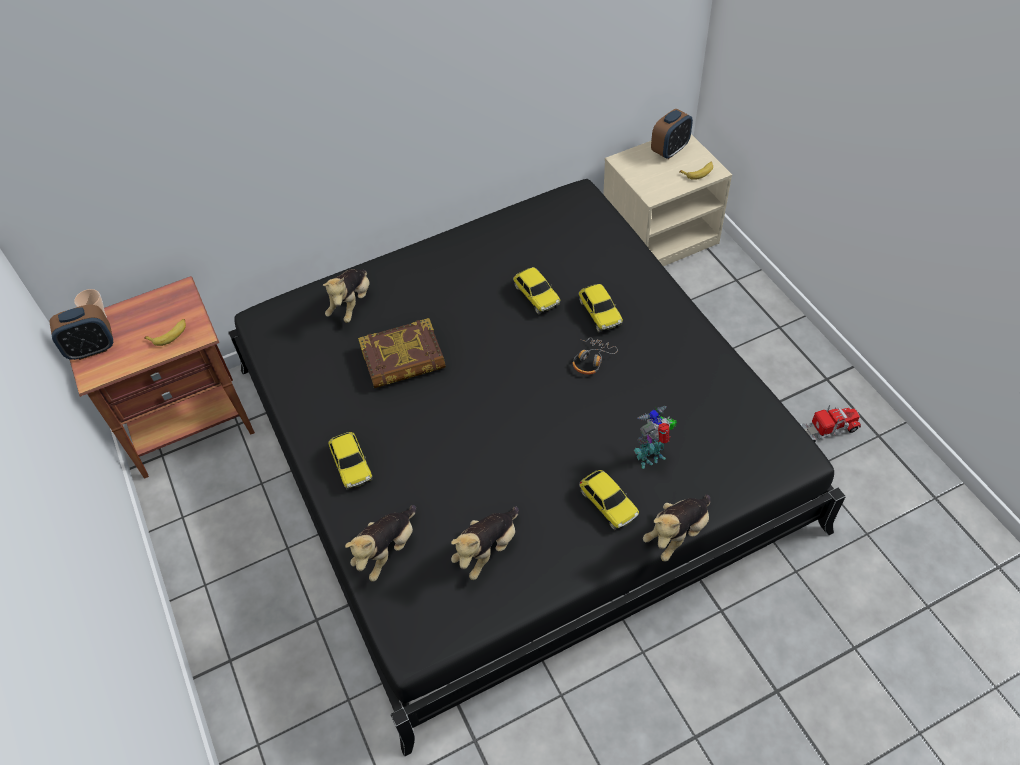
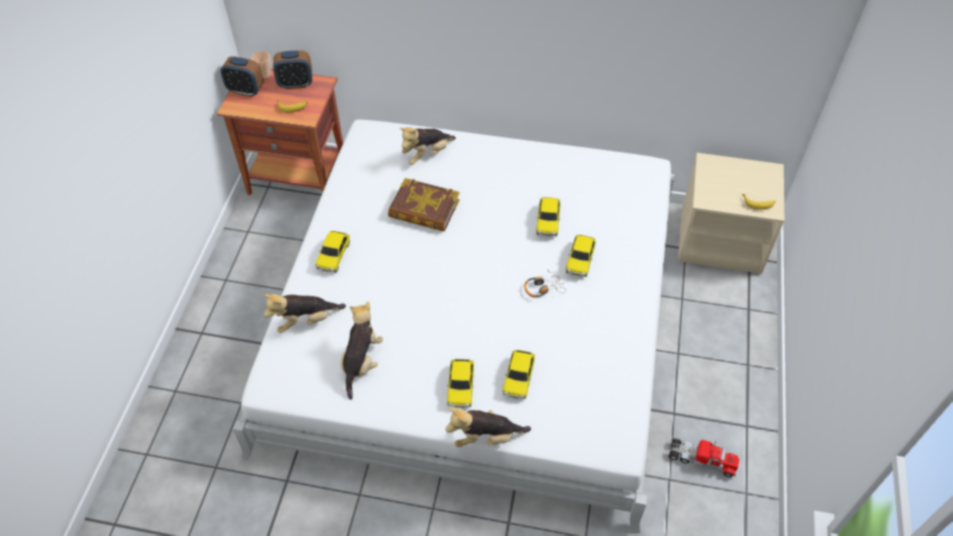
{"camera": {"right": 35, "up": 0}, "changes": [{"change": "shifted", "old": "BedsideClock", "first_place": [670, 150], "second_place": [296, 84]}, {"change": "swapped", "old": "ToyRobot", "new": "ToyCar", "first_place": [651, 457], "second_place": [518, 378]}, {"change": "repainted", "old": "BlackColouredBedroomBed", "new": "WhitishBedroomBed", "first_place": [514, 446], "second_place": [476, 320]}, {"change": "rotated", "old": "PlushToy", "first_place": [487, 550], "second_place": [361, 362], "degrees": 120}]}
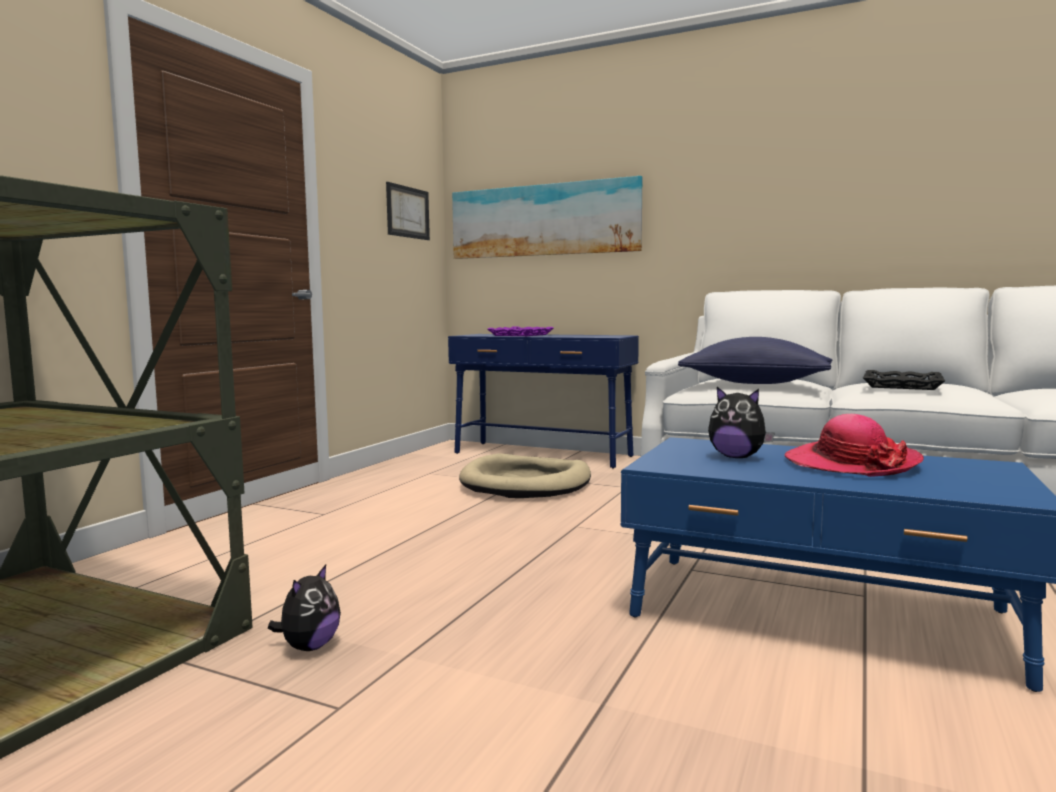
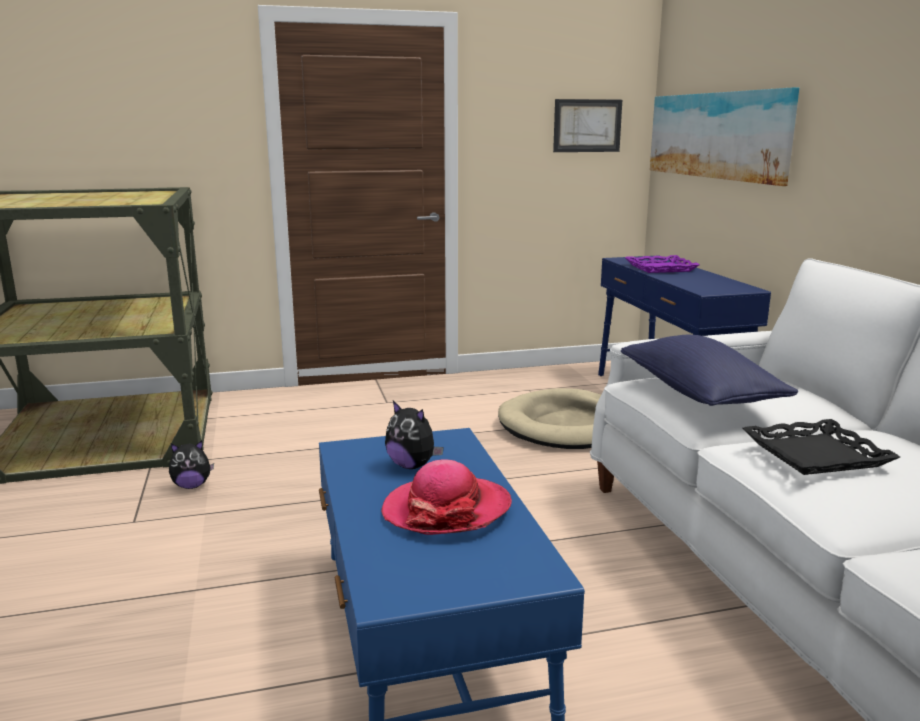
{"camera": {"right": 50, "up": 10}, "changes": [{"change": "rotated", "old": "PlushToy", "first_place": [737, 457], "second_place": [412, 466], "degrees": -45}]}
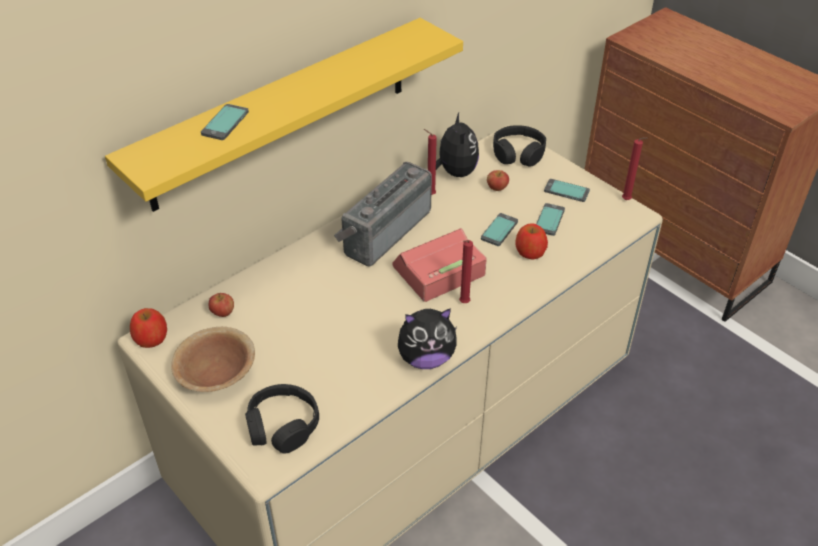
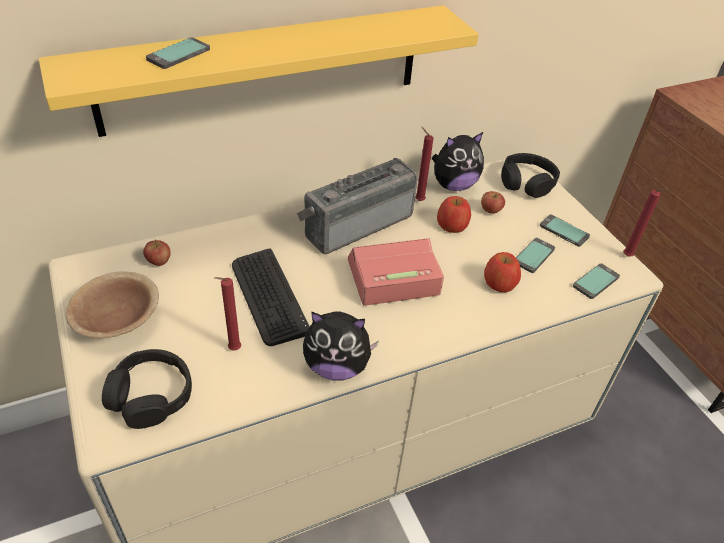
{"camera": {"right": 15, "up": 0}, "changes": [{"change": "new", "new": "ComputerKeyboard", "second_place": [268, 297]}, {"change": "shifted", "old": "AppleFruit", "first_place": [151, 338], "second_place": [452, 225]}, {"change": "shifted", "old": "RedColouredWaxCandle", "first_place": [463, 303], "second_place": [232, 349]}, {"change": "shifted", "old": "Handset", "first_place": [499, 230], "second_place": [595, 281]}, {"change": "rotated", "old": "PlushToy", "first_place": [455, 172], "second_place": [453, 185], "degrees": 60}]}
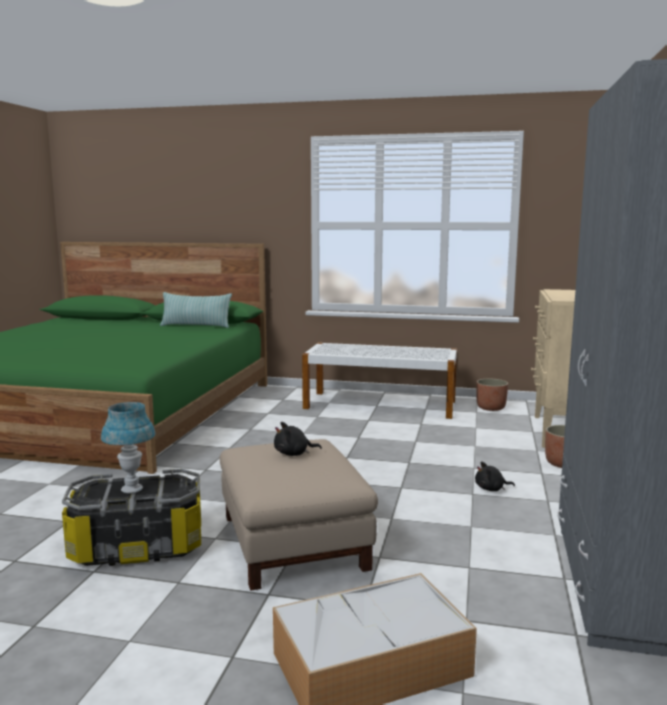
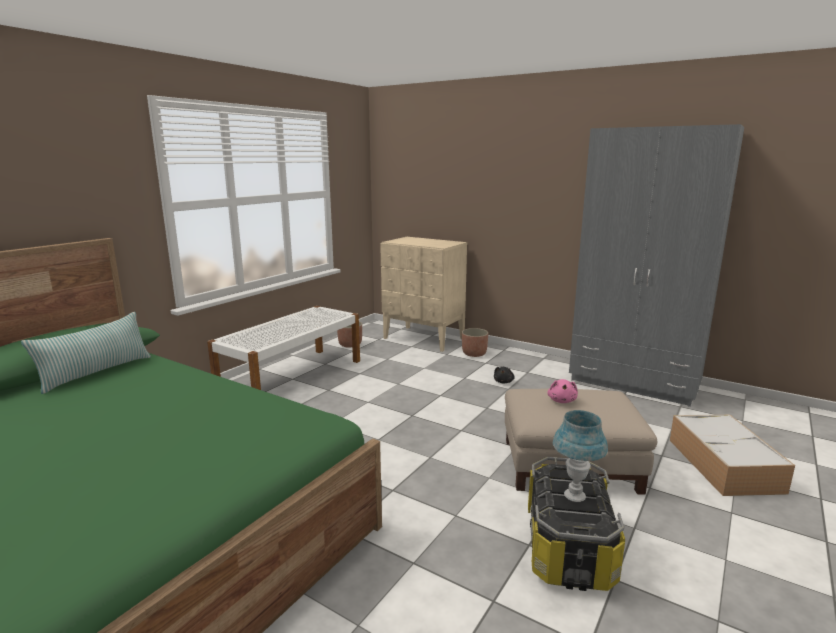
{"camera": {"right": -70, "up": 5}, "changes": [{"change": "repainted", "old": "BlackColouredPlushToy", "new": "PinkishPlushToy", "first_place": [294, 454], "second_place": [562, 400]}]}
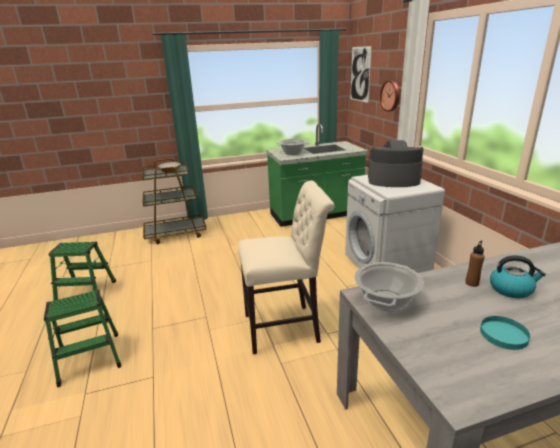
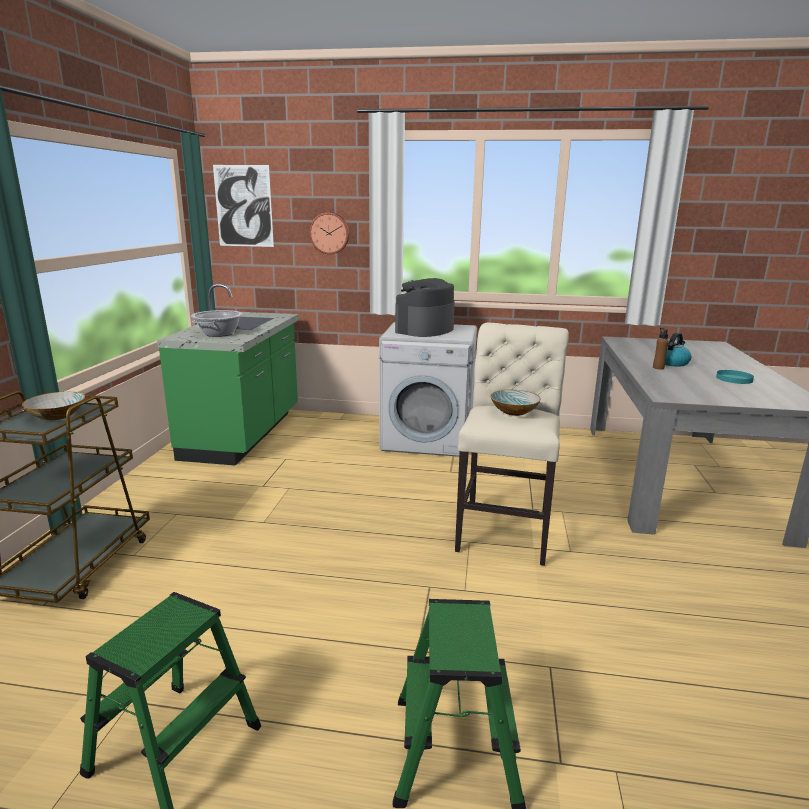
{"camera": {"right": -65, "up": -5}, "changes": [{"change": "gone", "old": "Stockpot", "first_place": [386, 301]}, {"change": "new", "new": "ServingBowl", "second_place": [514, 411]}]}
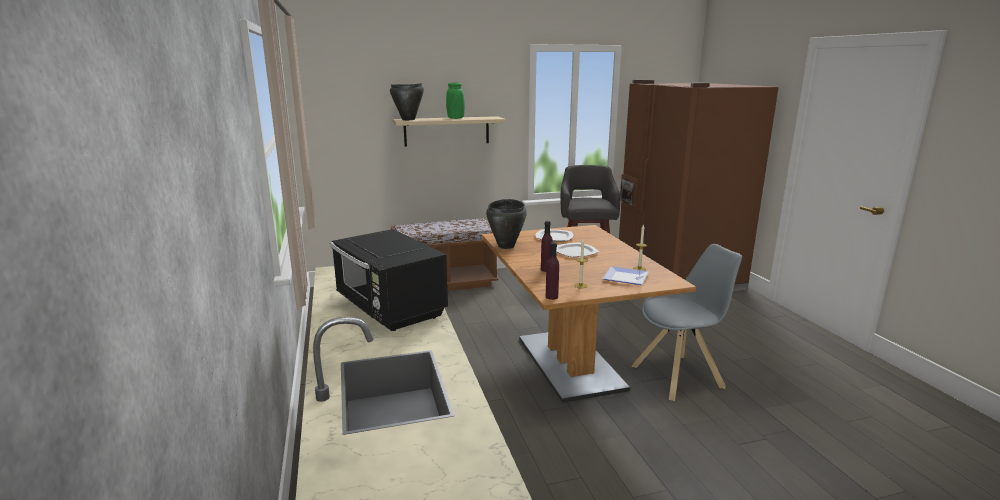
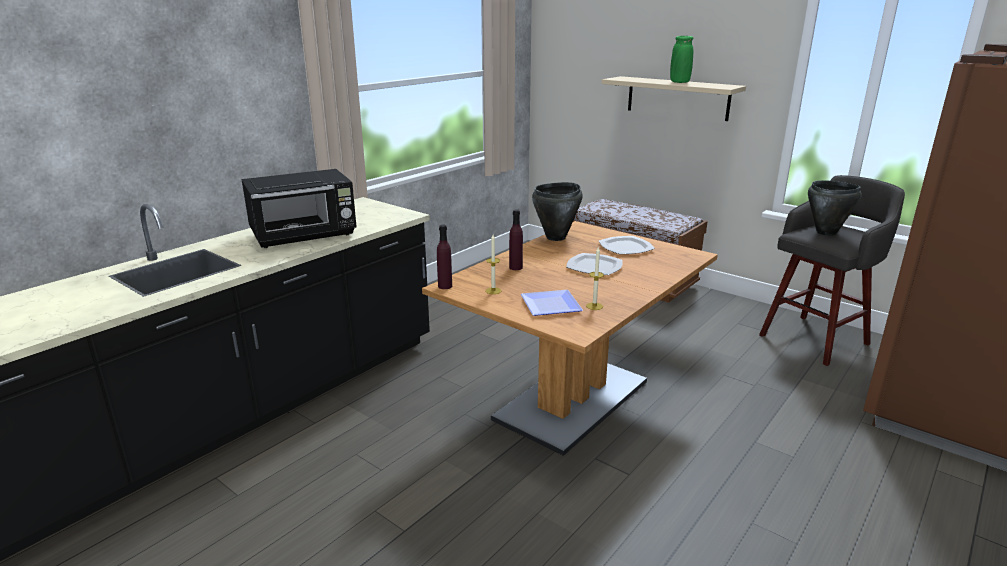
{"camera": {"right": 55, "up": 5}, "changes": [{"change": "gone", "old": "GreyishChair", "first_place": [679, 376]}, {"change": "shifted", "old": "BlackColouredStockpot", "first_place": [408, 119], "second_place": [826, 233]}, {"change": "rotated", "old": "BlackColouredMicrowave", "first_place": [390, 309], "second_place": [305, 235], "degrees": -135}]}
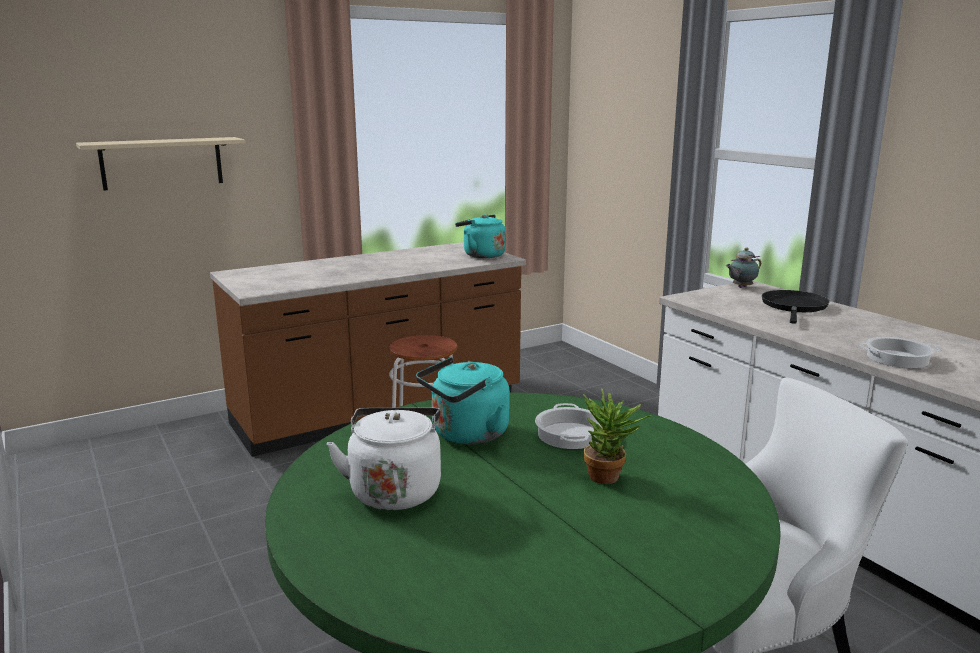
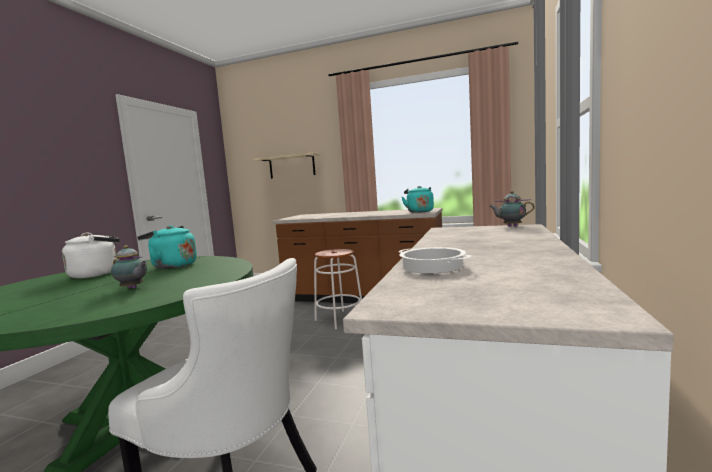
{"camera": {"right": 50, "up": -10}, "changes": [{"change": "gone", "old": "Stockpot", "first_place": [570, 435]}, {"change": "gone", "old": "BlackColouredFryingPan", "first_place": [794, 307]}, {"change": "swapped", "old": "PlantInAPot", "new": "TeaPot", "first_place": [610, 478], "second_place": [133, 288]}]}
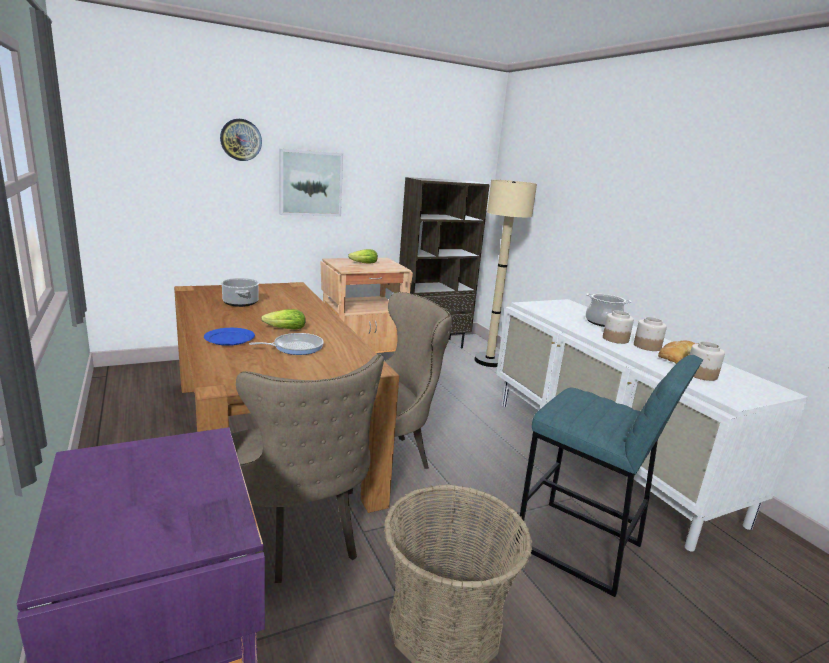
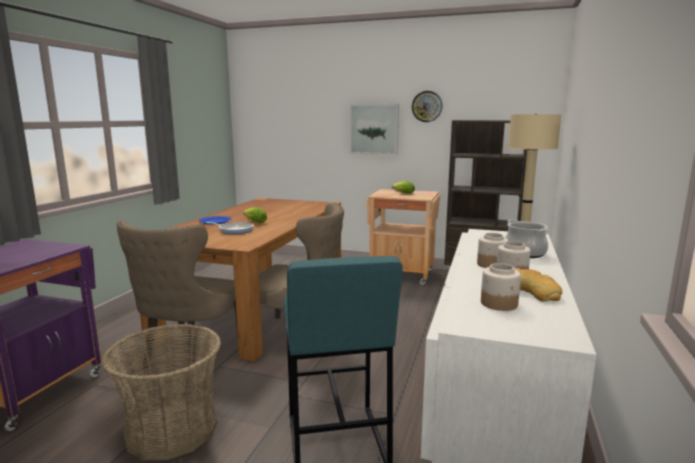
{"camera": {"right": 45, "up": -5}, "changes": [{"change": "gone", "old": "Stockpot", "first_place": [240, 303]}, {"change": "shifted", "old": "ClockOnTheWall", "first_place": [241, 140], "second_place": [427, 106]}]}
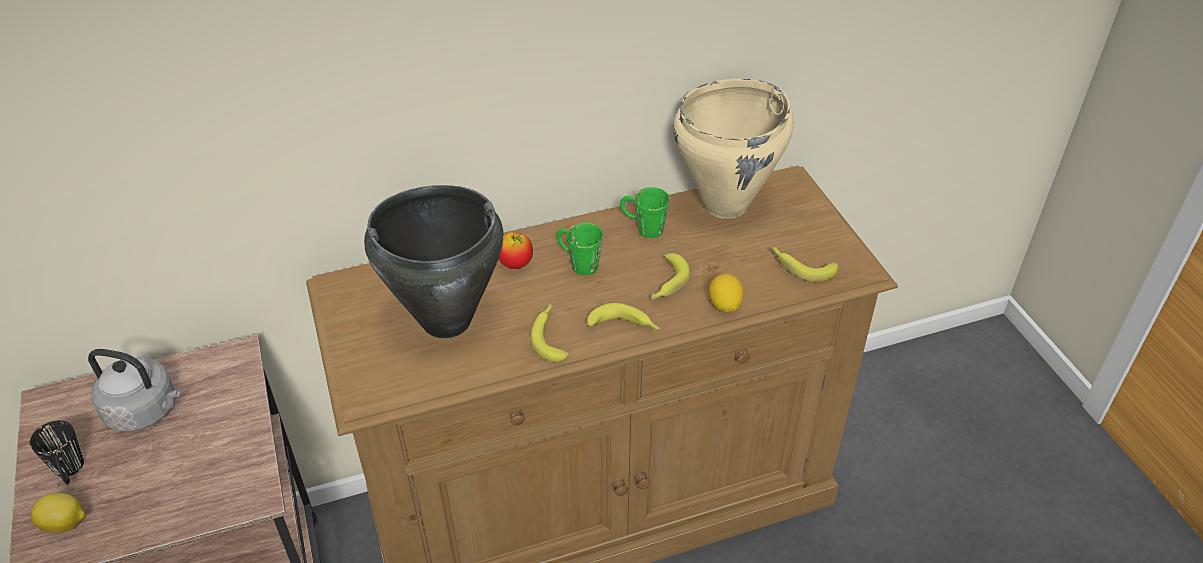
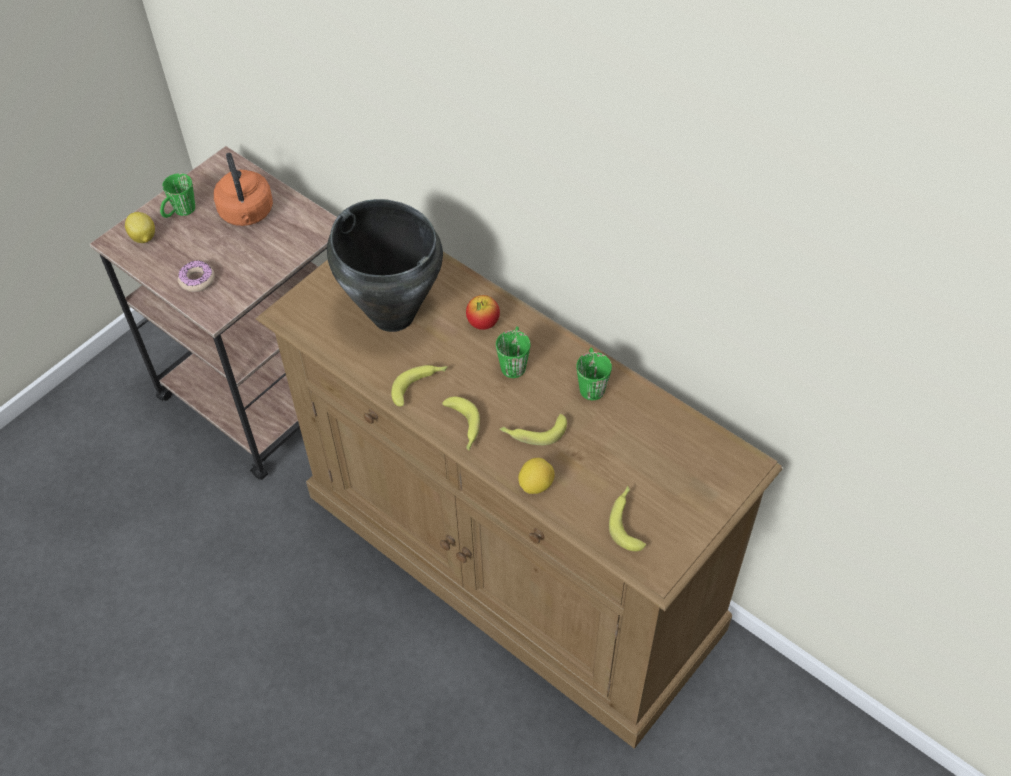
{"camera": {"right": 60, "up": 10}, "changes": [{"change": "gone", "old": "BeigeStockpot", "first_place": [726, 205]}, {"change": "new", "new": "Donut", "second_place": [197, 280]}, {"change": "repainted", "old": "BlackColouredMug", "new": "GreenColouredMug", "first_place": [70, 472], "second_place": [180, 213]}, {"change": "repainted", "old": "GreyishKettle", "new": "OrangeColouredKettle", "first_place": [146, 411], "second_place": [247, 214]}]}
